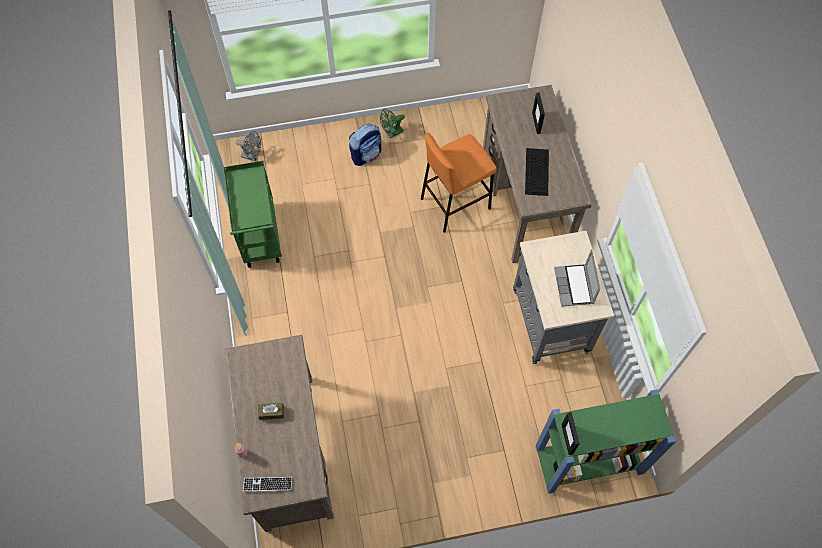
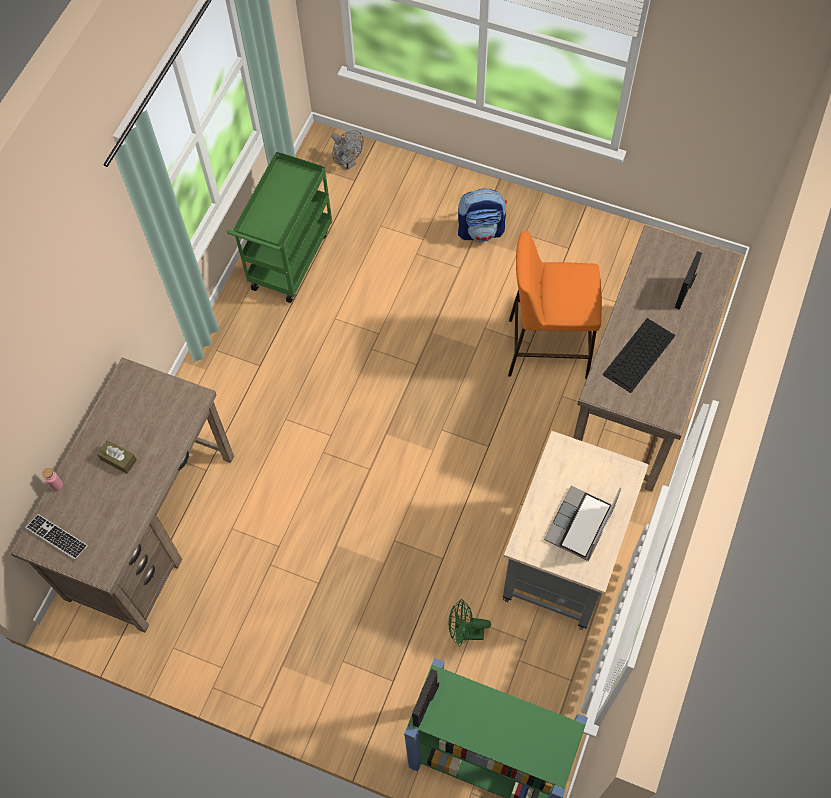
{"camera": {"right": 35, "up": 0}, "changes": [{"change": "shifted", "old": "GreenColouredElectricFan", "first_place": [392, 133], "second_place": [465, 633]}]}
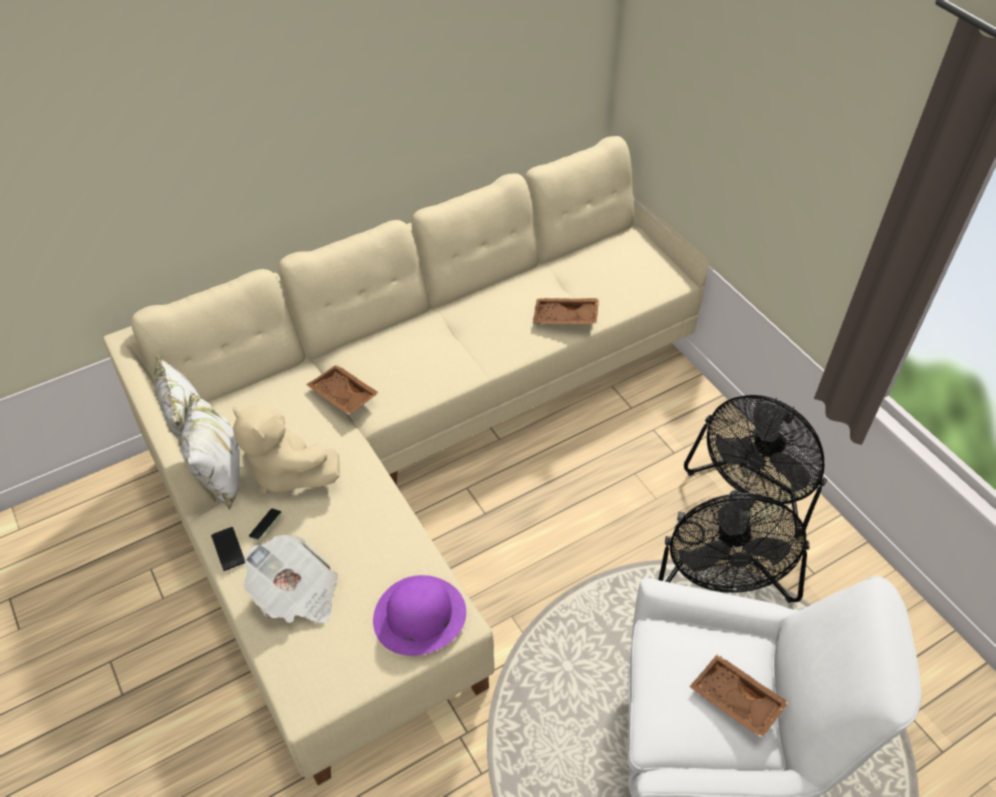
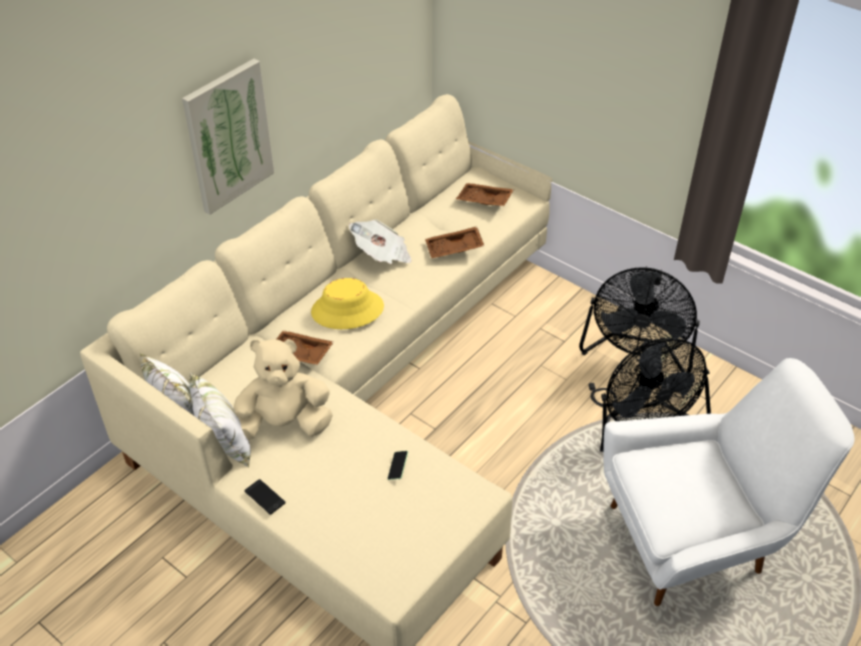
{"camera": {"right": -20, "up": -5}, "changes": [{"change": "gone", "old": "PurpleColouredClothingHat", "first_place": [419, 616]}, {"change": "new", "new": "Picture", "second_place": [228, 136]}, {"change": "new", "new": "YellowishClothingHat", "second_place": [347, 310]}, {"change": "shifted", "old": "Newspaper", "first_place": [296, 594], "second_place": [382, 254]}, {"change": "shifted", "old": "Handset", "first_place": [266, 527], "second_place": [398, 468]}, {"change": "shifted", "old": "BrownServingTray", "first_place": [735, 701], "second_place": [484, 201]}, {"change": "rotated", "old": "BeigePlushToy", "first_place": [287, 471], "second_place": [283, 424], "degrees": 150}]}
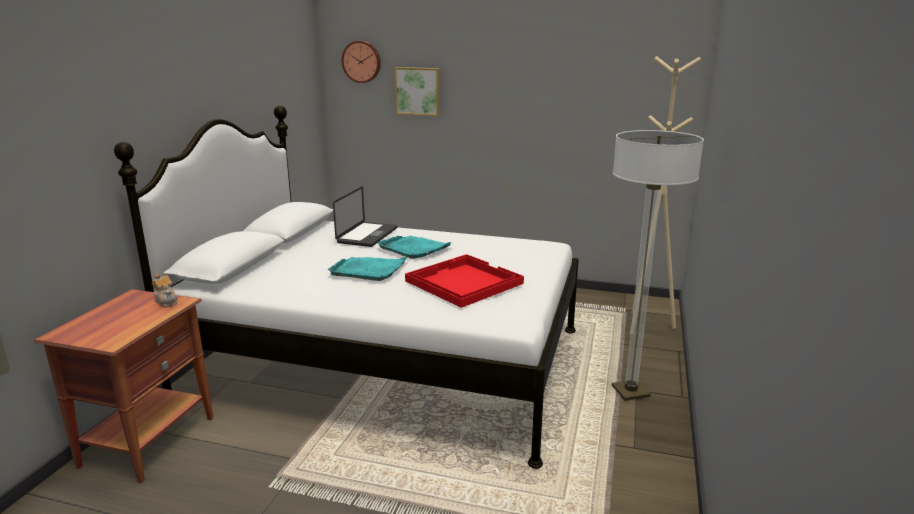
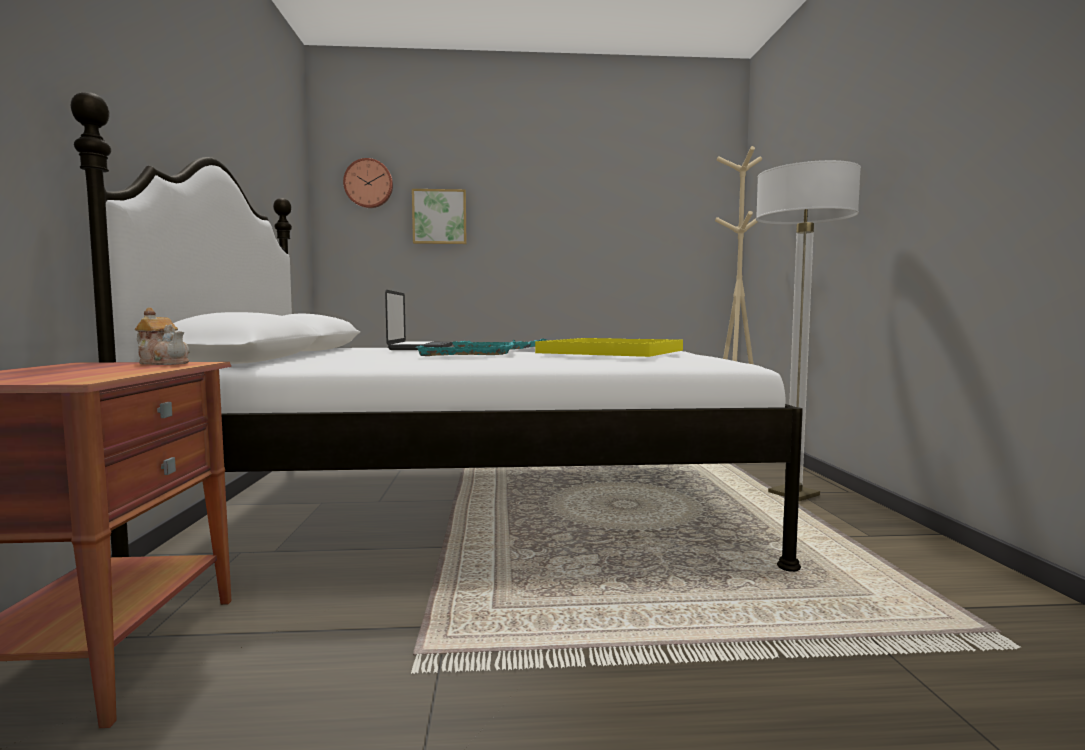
{"camera": {"right": -20, "up": -15}, "changes": [{"change": "repainted", "old": "RedColouredServingTray", "new": "YellowishServingTray", "first_place": [462, 282], "second_place": [610, 351]}]}
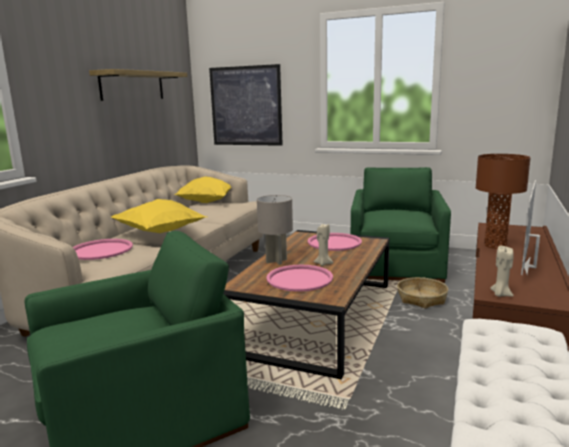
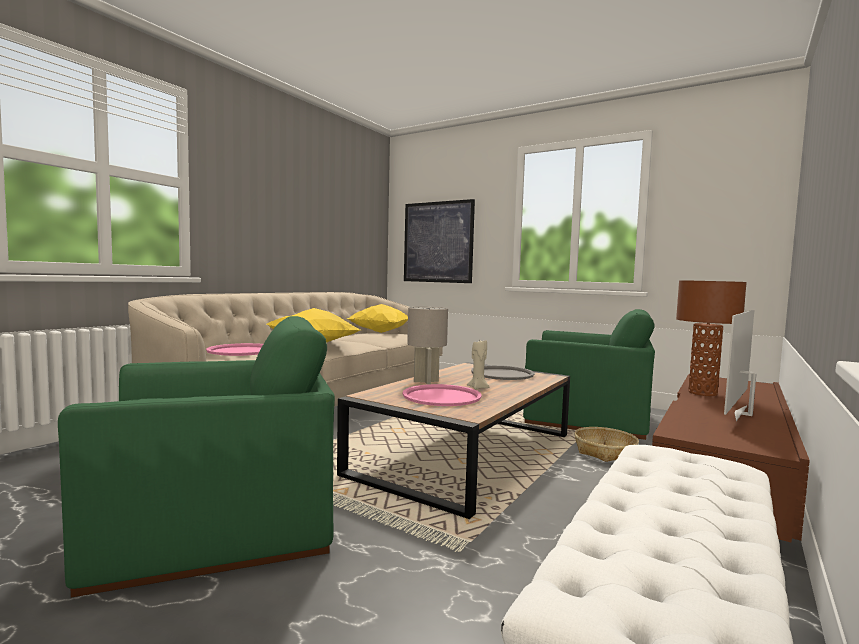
{"camera": {"right": 10, "up": -10}, "changes": [{"change": "gone", "old": "Shelf", "first_place": [132, 86]}, {"change": "gone", "old": "BeigeWaxCandle", "first_place": [500, 294]}, {"change": "repainted", "old": "PinkishServingTray", "new": "GreyishServingTray", "first_place": [334, 242], "second_place": [502, 374]}, {"change": "rotated", "old": "GreenColouredLoungeChair", "first_place": [396, 264], "second_place": [585, 417], "degrees": 90}]}
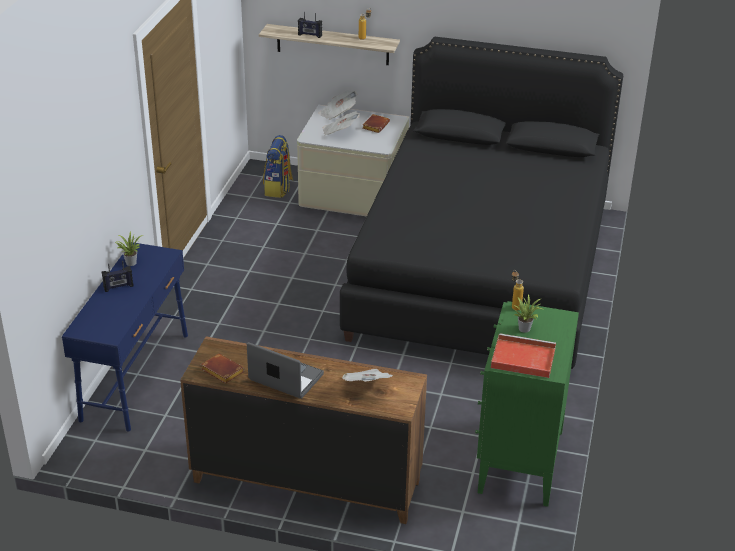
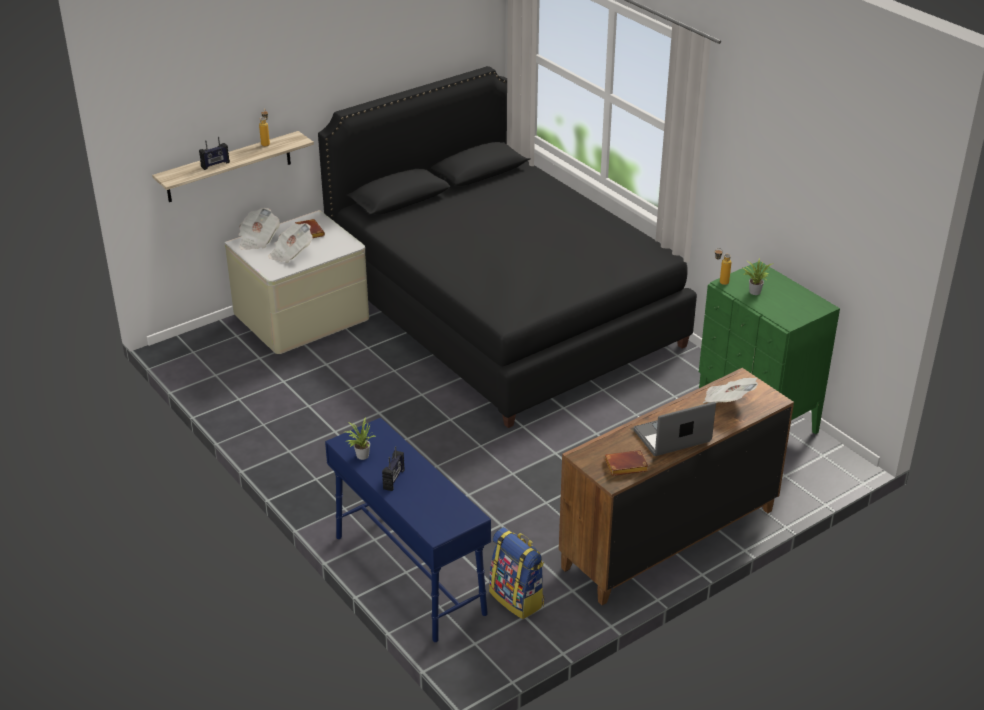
{"camera": {"right": -50, "up": 0}, "changes": [{"change": "gone", "old": "RedColouredServingTray", "first_place": [521, 358]}, {"change": "shifted", "old": "Backpack", "first_place": [278, 188], "second_place": [517, 598]}]}
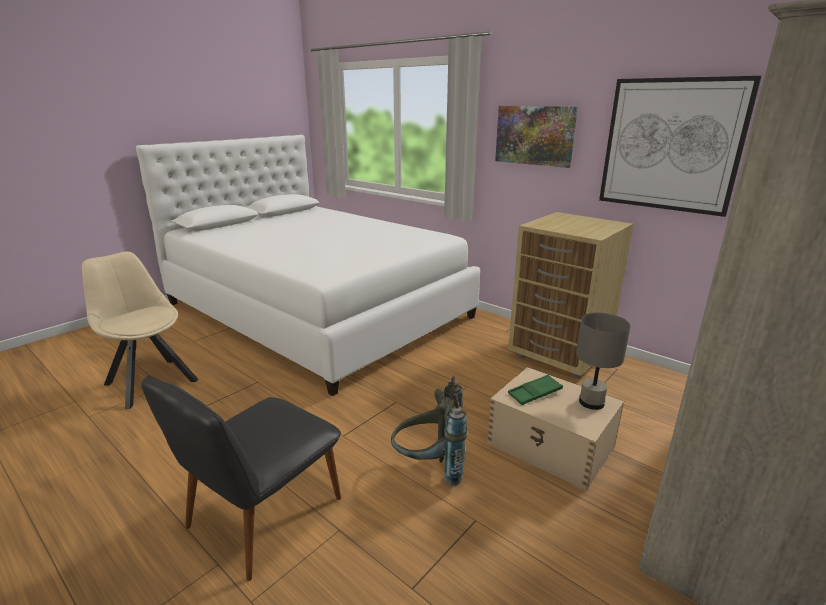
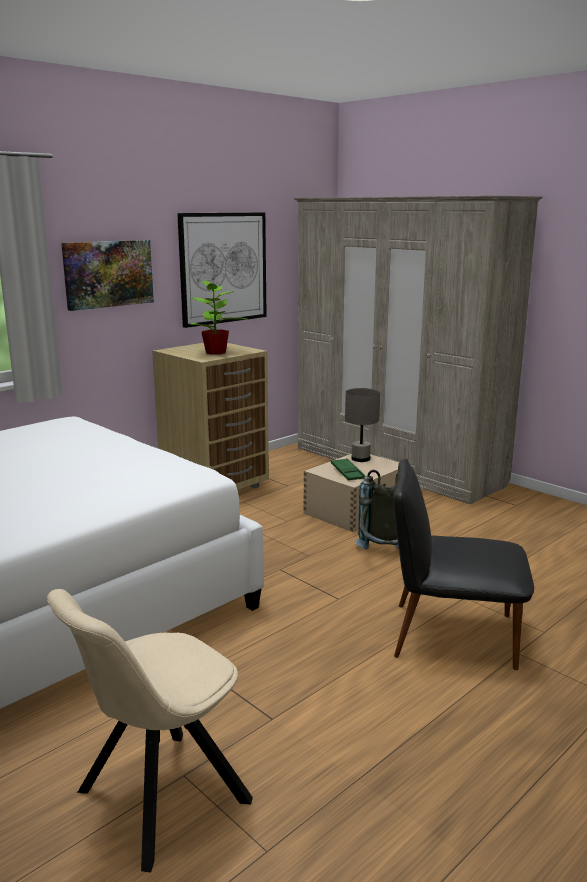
{"camera": {"right": -85, "up": -5}, "changes": [{"change": "new", "new": "PlantInAPot", "second_place": [216, 352]}, {"change": "rotated", "old": "BlackColouredChair", "first_place": [265, 512], "second_place": [453, 635], "degrees": 150}]}
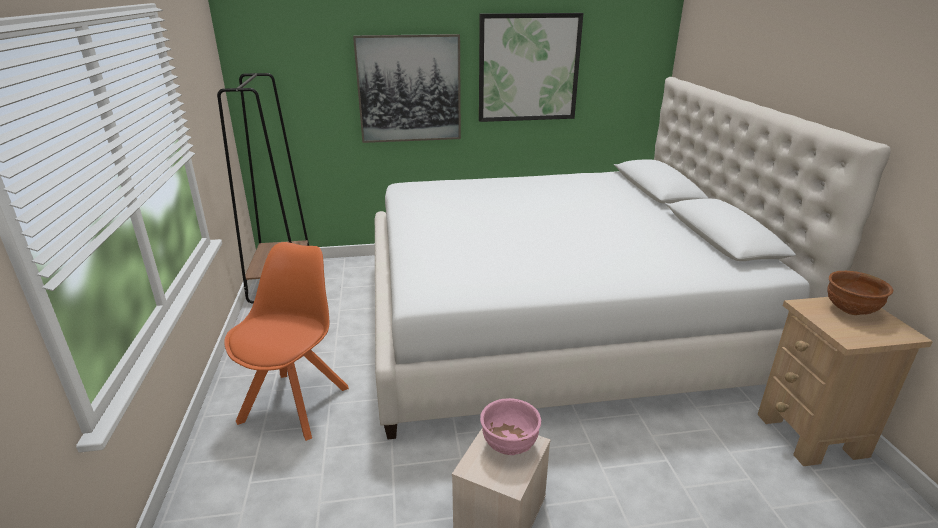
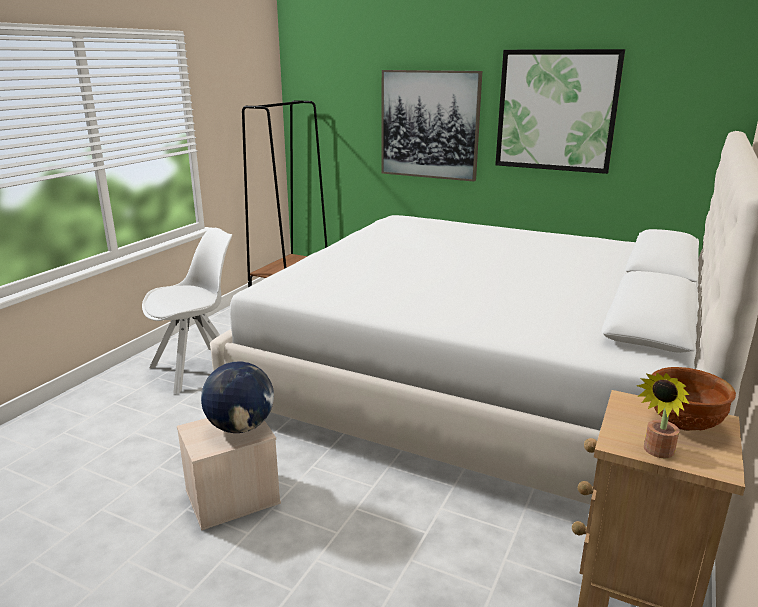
{"camera": {"right": 35, "up": -5}, "changes": [{"change": "new", "new": "PlantInAPot", "second_place": [656, 452]}, {"change": "swapped", "old": "PinkishServingBowl", "new": "Globe", "first_place": [509, 444], "second_place": [241, 427]}, {"change": "repainted", "old": "OrangeColouredChair", "new": "WhitishChair", "first_place": [296, 403], "second_place": [198, 369]}]}
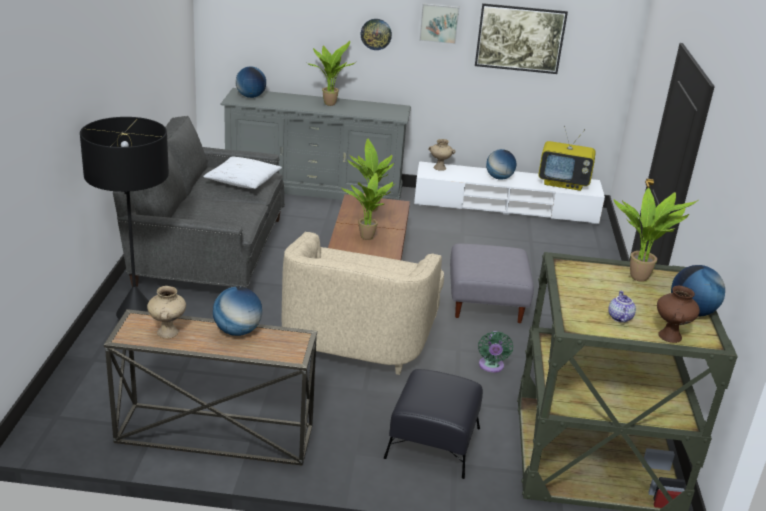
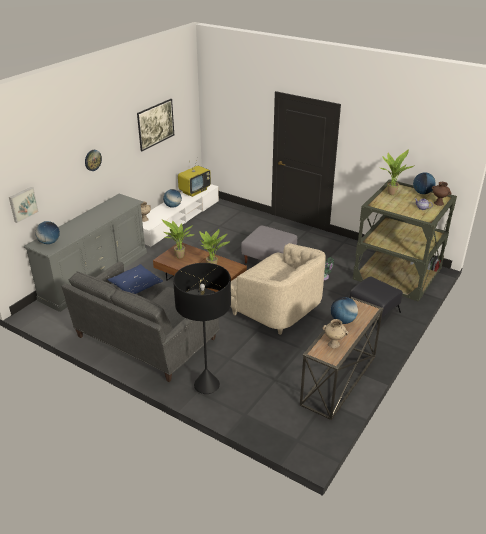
{"camera": {"right": -60, "up": 5}, "changes": [{"change": "gone", "old": "PlantInAPot", "first_place": [329, 103]}, {"change": "shifted", "old": "Picture", "first_place": [439, 23], "second_place": [22, 204]}, {"change": "repainted", "old": "WhitishCushion", "new": "BlueColouredCushion", "first_place": [243, 181], "second_place": [135, 286]}]}
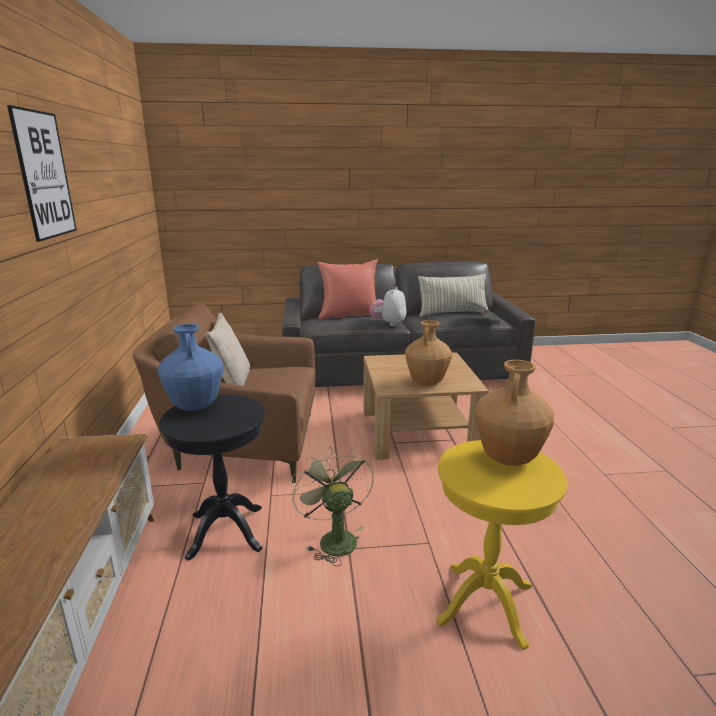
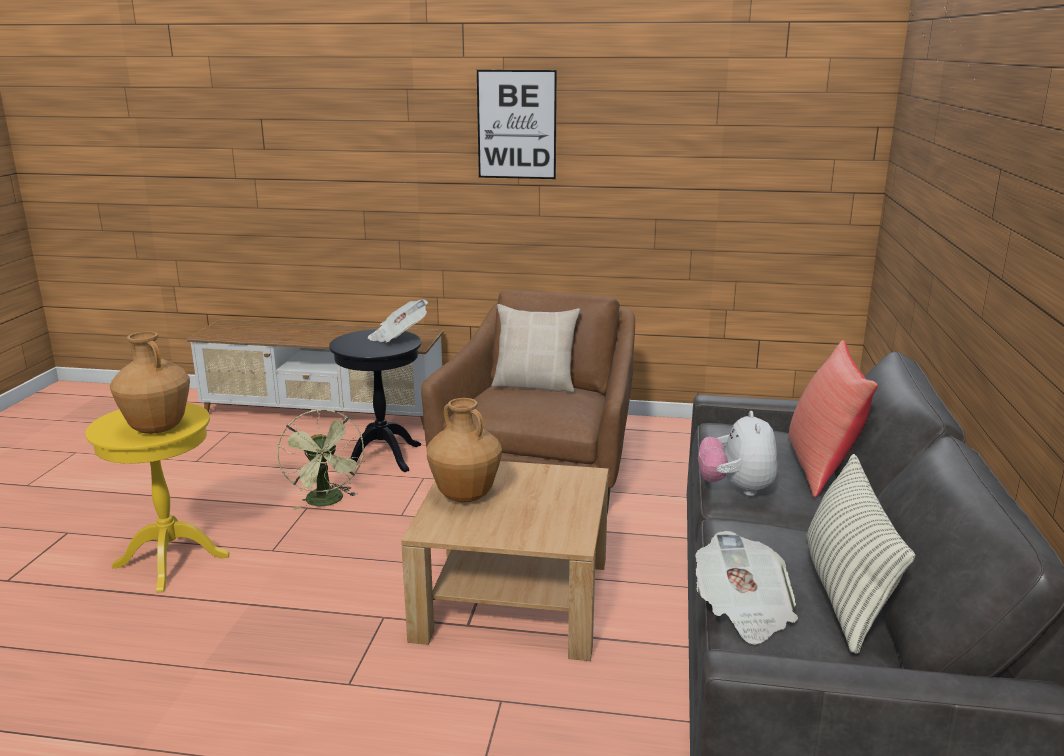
{"camera": {"right": 105, "up": 0}, "changes": [{"change": "swapped", "old": "BlueColouredFlowerVase", "new": "Newspaper", "first_place": [195, 406], "second_place": [398, 337]}, {"change": "rotated", "old": "GreenColouredElectricFan", "first_place": [333, 538], "second_place": [327, 502], "degrees": 75}, {"change": "rotated", "old": "PlushToy", "first_place": [388, 323], "second_place": [736, 488], "degrees": -120}]}
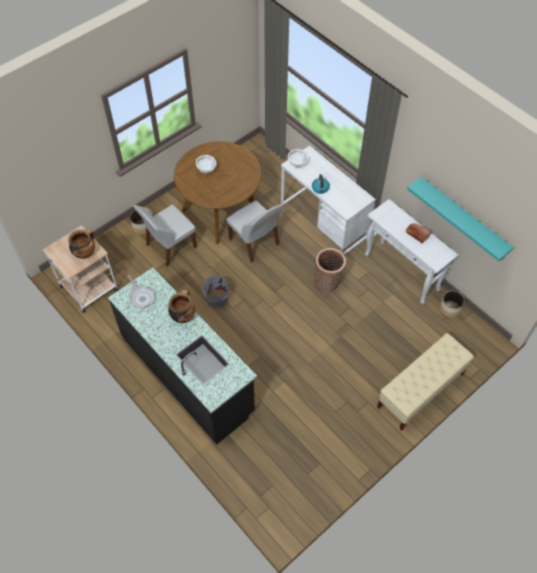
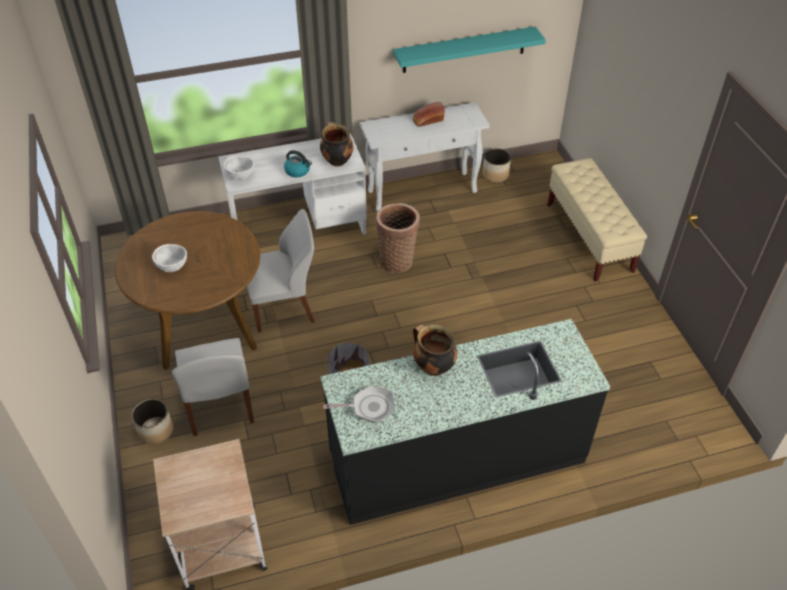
{"camera": {"right": -65, "up": -10}, "changes": [{"change": "shifted", "old": "Stockpot", "first_place": [85, 253], "second_place": [336, 160]}]}
